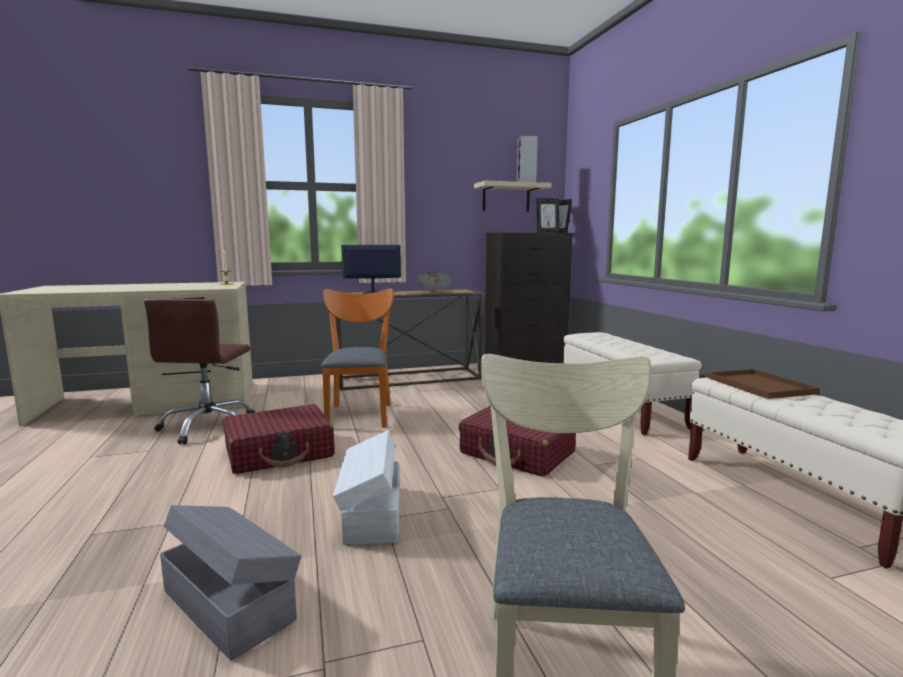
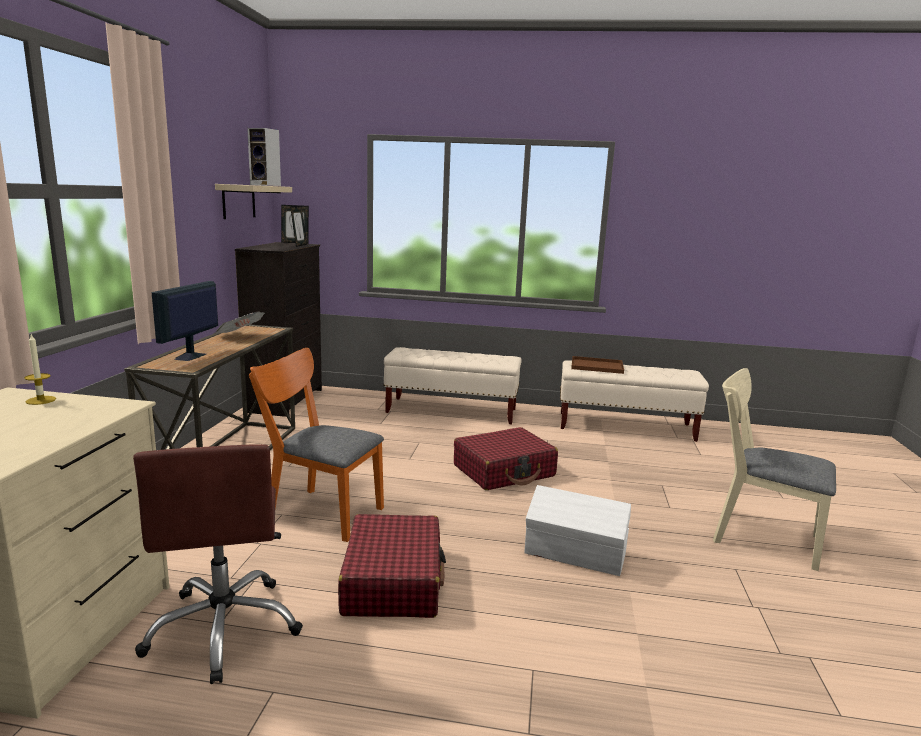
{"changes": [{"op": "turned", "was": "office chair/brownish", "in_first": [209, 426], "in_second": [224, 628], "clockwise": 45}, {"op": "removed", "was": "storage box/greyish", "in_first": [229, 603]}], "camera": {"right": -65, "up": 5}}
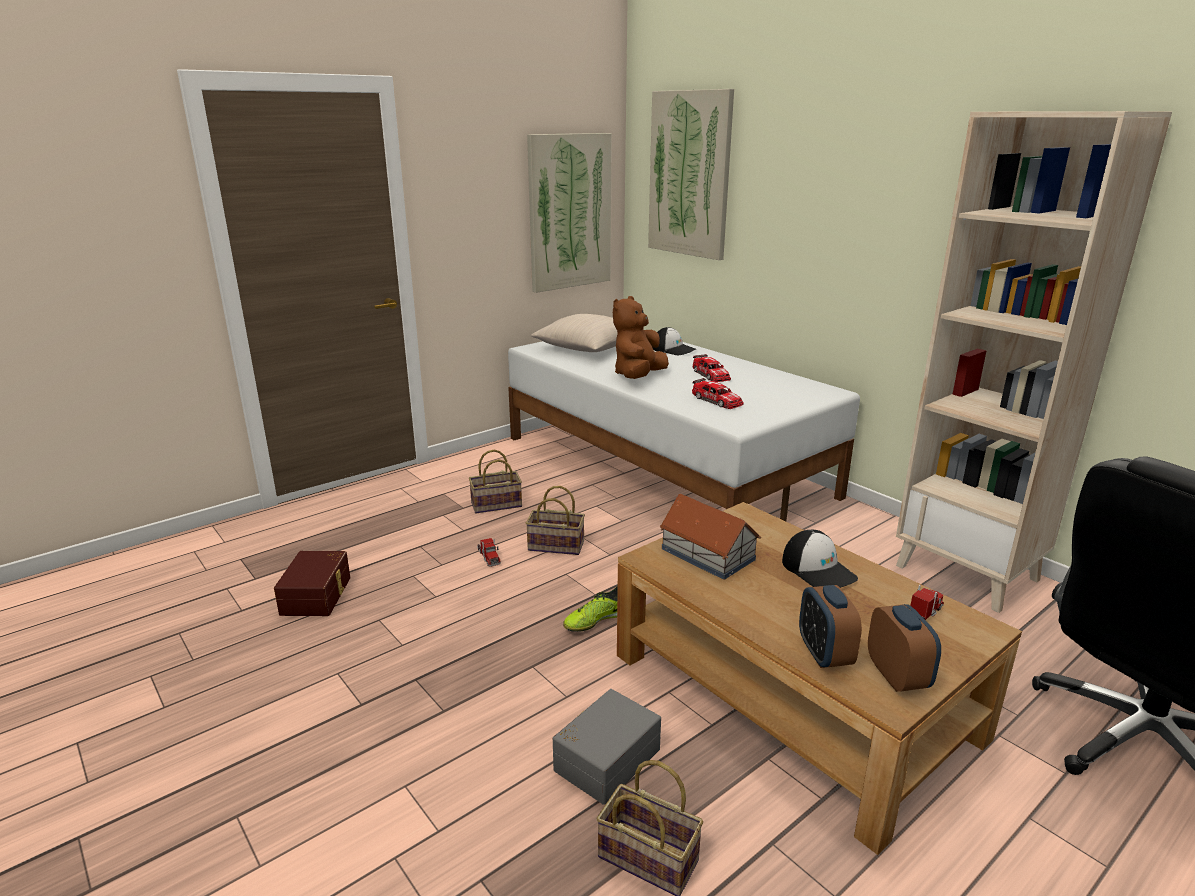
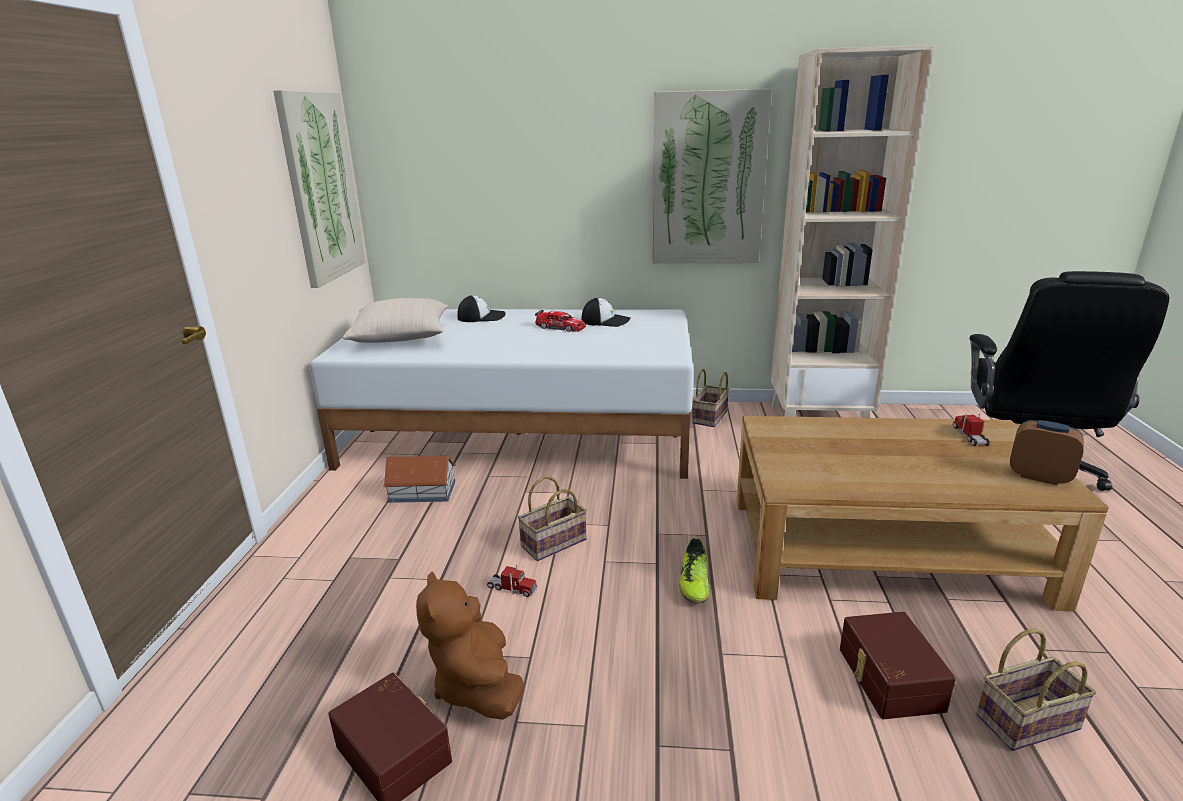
{"changes": [{"op": "moved", "was": "basket", "in_first": [495, 505], "in_second": [710, 418]}, {"op": "recoloured", "was": "storage box/greyish", "now": "storage box/brownish", "in_first": [605, 758], "in_second": [888, 679]}, {"op": "moved", "was": "soft toy/brownish", "in_first": [638, 376], "in_second": [476, 686]}, {"op": "moved", "was": "picture", "in_first": [689, 174], "in_second": [708, 180]}, {"op": "moved", "was": "toy house", "in_first": [707, 553], "in_second": [421, 491]}, {"op": "removed", "was": "model car", "in_first": [716, 400]}, {"op": "moved", "was": "cap", "in_first": [818, 570], "in_second": [606, 321]}, {"op": "removed", "was": "table clock", "in_first": [824, 654]}], "camera": {"right": -45, "up": 0}}
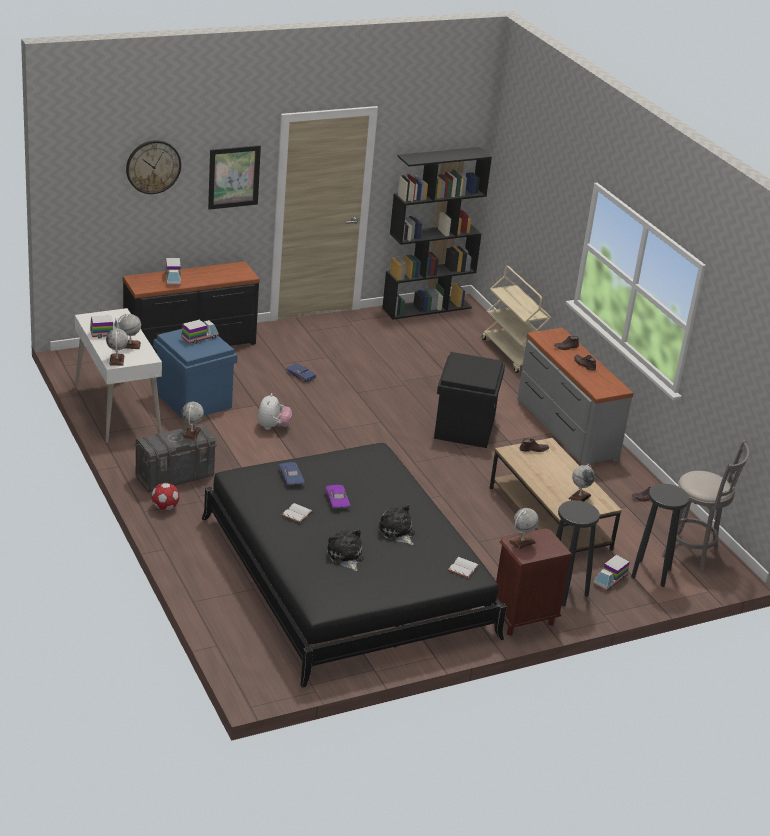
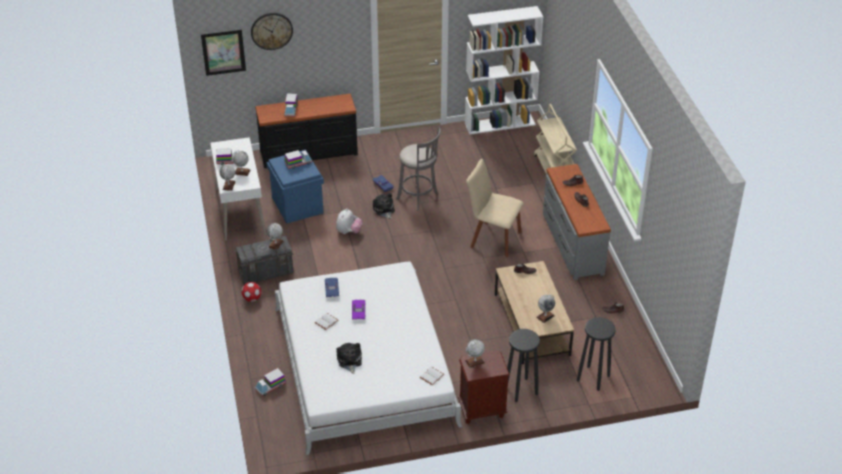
{"changes": [{"op": "recoloured", "was": "sleeping bed/black-coloured", "now": "sleeping bed/white-coloured", "in_first": [346, 576], "in_second": [364, 365]}, {"op": "moved", "was": "picture", "in_first": [234, 177], "in_second": [223, 52]}, {"op": "moved", "was": "soft toy", "in_first": [397, 532], "in_second": [384, 210]}, {"op": "recoloured", "was": "bookshelf/black-coloured", "now": "bookshelf/white-coloured", "in_first": [427, 308], "in_second": [500, 124]}, {"op": "replaced", "was": "storage box/black-coloured", "now": "chair/beige", "in_first": [464, 427], "in_second": [493, 238]}, {"op": "moved", "was": "toy lorry", "in_first": [609, 581], "in_second": [270, 387]}, {"op": "moved", "was": "stool seat/greyish", "in_first": [693, 553], "in_second": [419, 197]}], "camera": {"right": 15, "up": 10}}
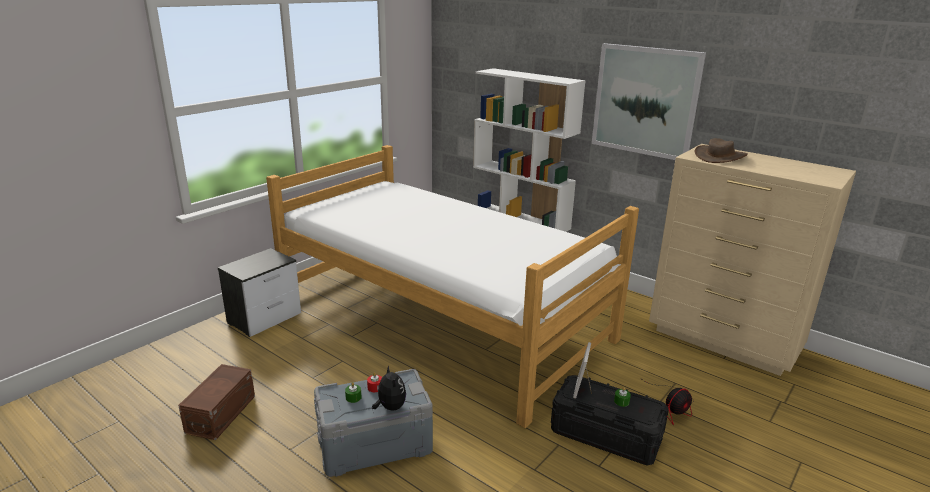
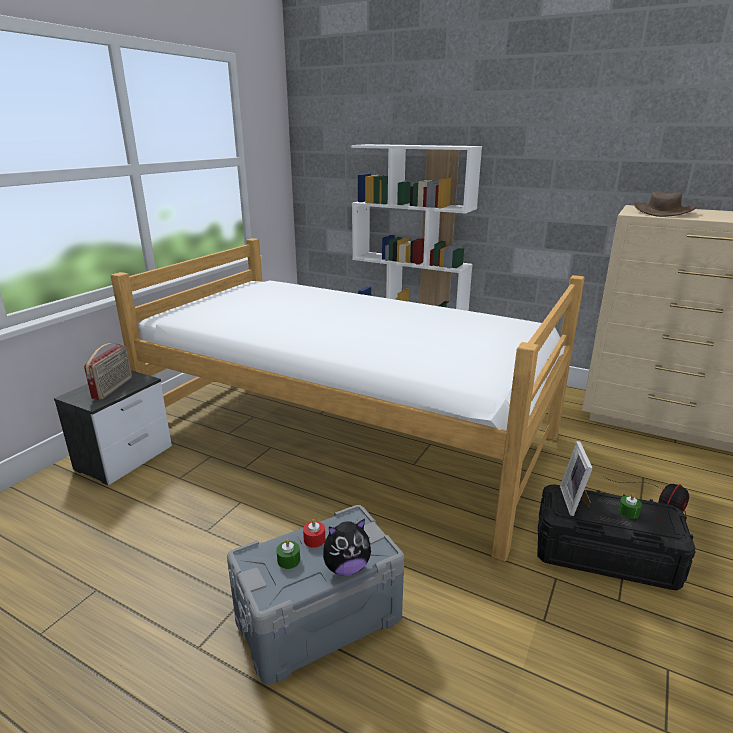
{"changes": [{"op": "removed", "was": "storage box/brownish", "in_first": [222, 413]}, {"op": "turned", "was": "soft toy", "in_first": [390, 407], "in_second": [346, 567], "clockwise": 105}, {"op": "removed", "was": "picture", "in_first": [645, 101]}, {"op": "added", "now": "radio", "in_second": [113, 388]}], "camera": {"right": -10, "up": 0}}
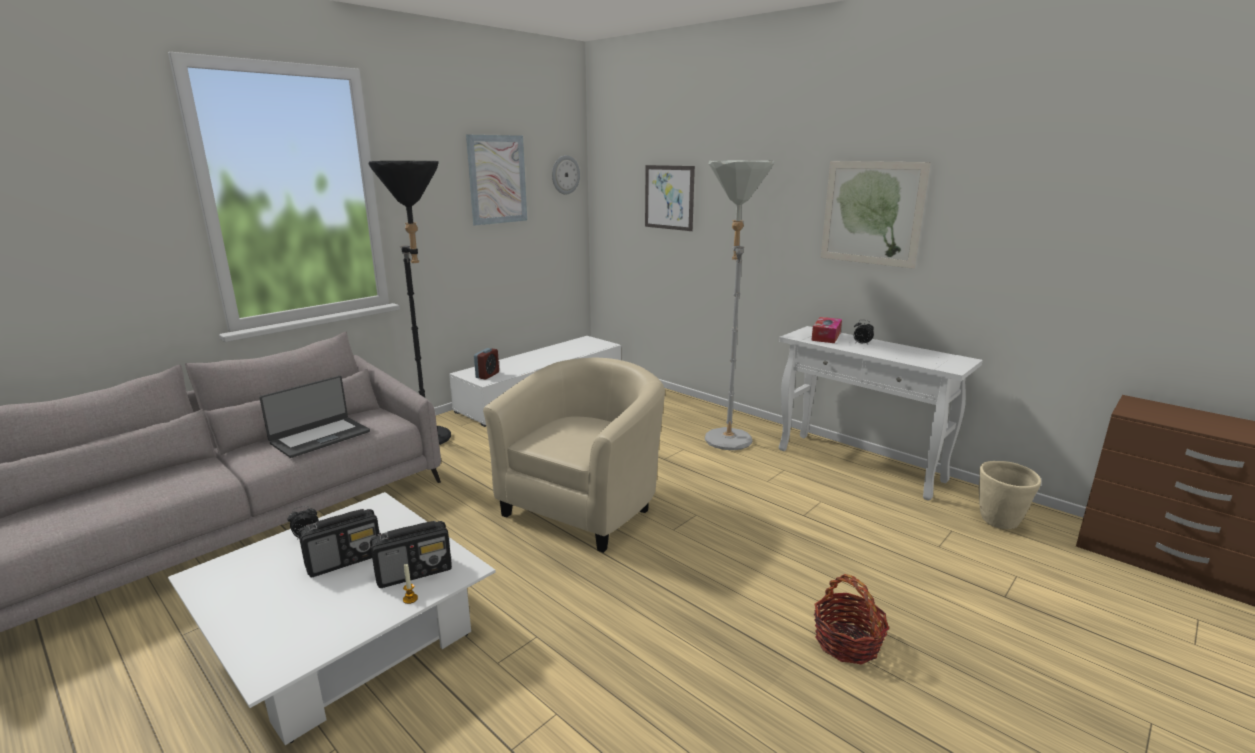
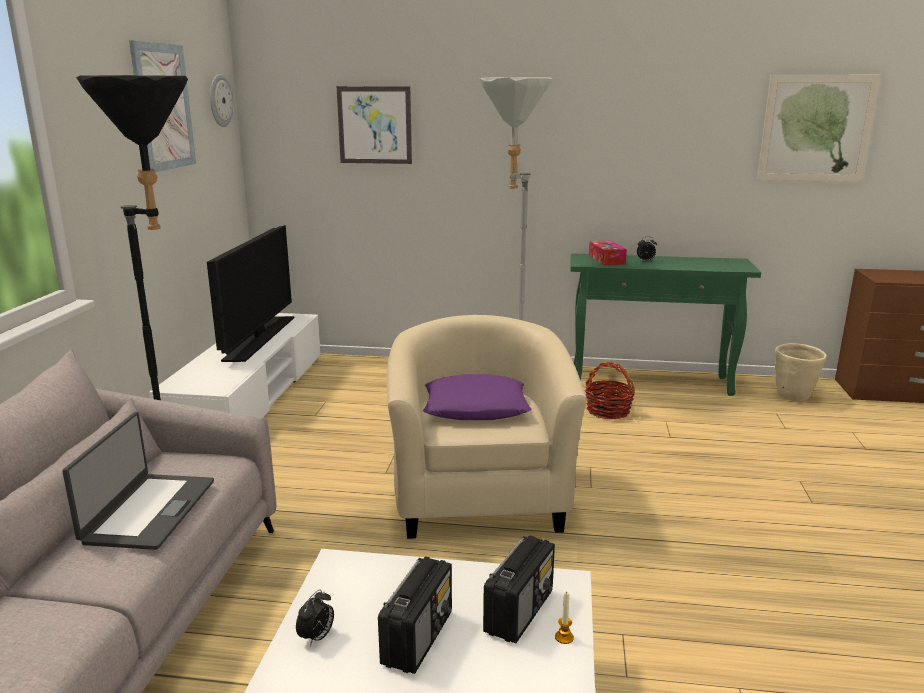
{"changes": [{"op": "removed", "was": "table clock", "in_first": [487, 375]}, {"op": "recoloured", "was": "hall table/white-coloured", "now": "hall table/green-coloured", "in_first": [860, 465], "in_second": [651, 382]}, {"op": "moved", "was": "basket", "in_first": [847, 642], "in_second": [608, 411]}, {"op": "moved", "was": "picture", "in_first": [872, 213], "in_second": [816, 129]}, {"op": "added", "now": "TV set", "in_second": [259, 338]}, {"op": "added", "now": "cushion/purple", "in_second": [475, 408]}], "camera": {"right": -35, "up": 0}}
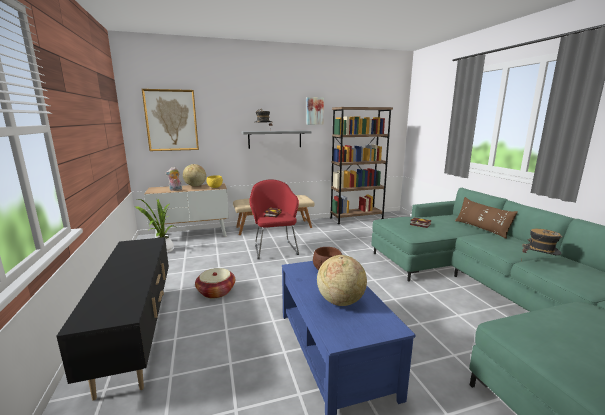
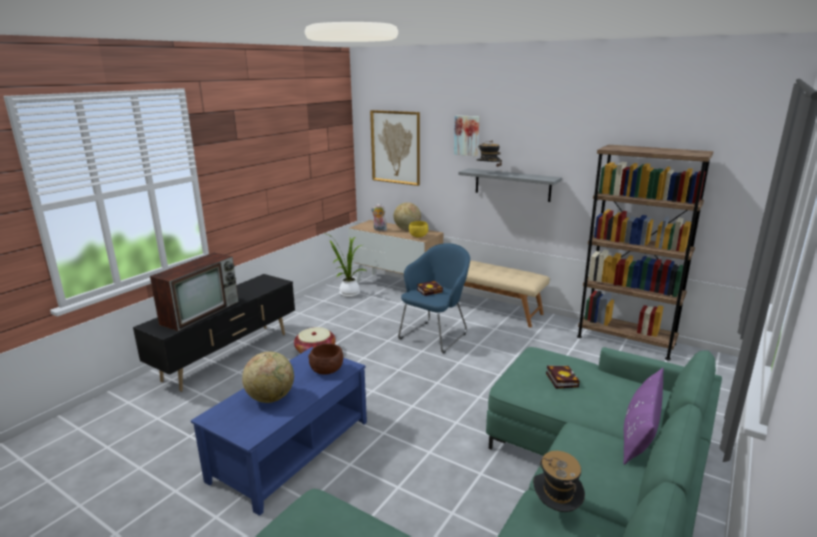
{"changes": [{"op": "recoloured", "was": "armchair/reddish", "now": "armchair/bluish", "in_first": [275, 249], "in_second": [435, 335]}, {"op": "moved", "was": "picture", "in_first": [314, 111], "in_second": [467, 135]}, {"op": "recoloured", "was": "cushion/brownish", "now": "cushion/purple", "in_first": [481, 229], "in_second": [639, 433]}, {"op": "added", "now": "TV set", "in_second": [201, 312]}], "camera": {"right": 50, "up": 5}}
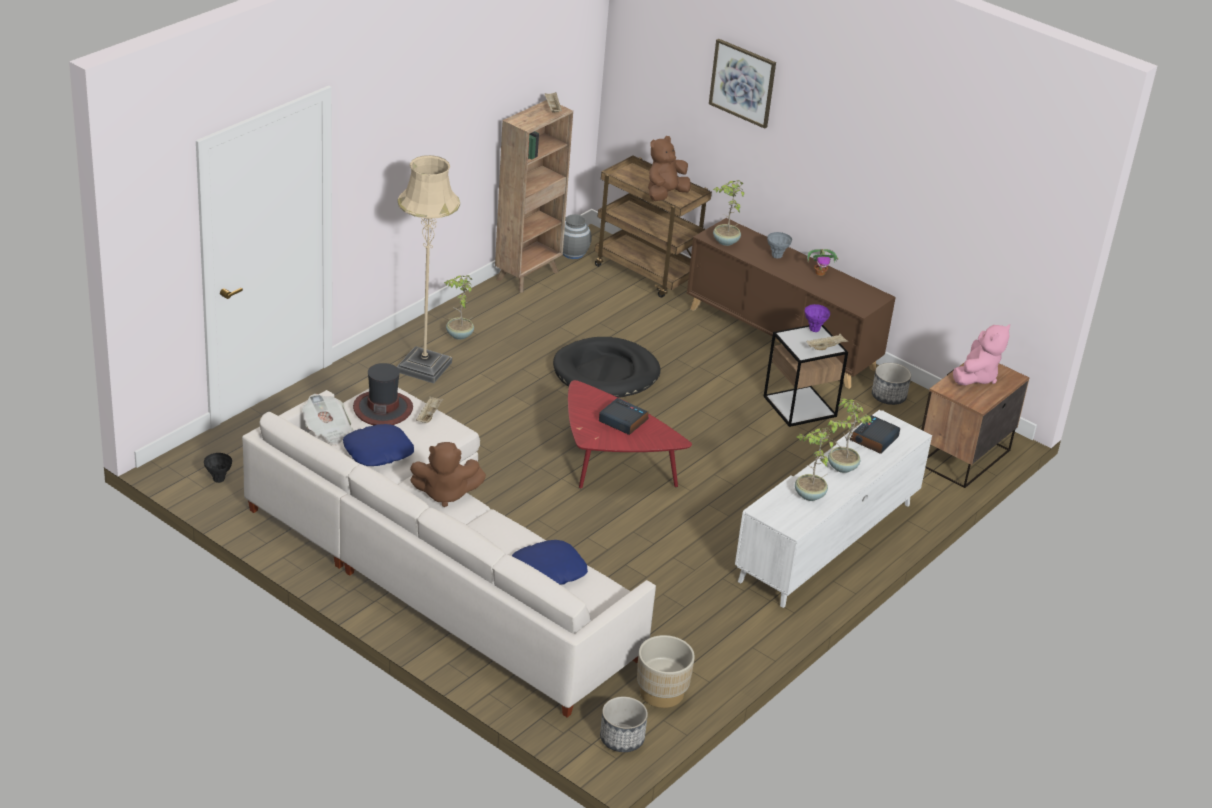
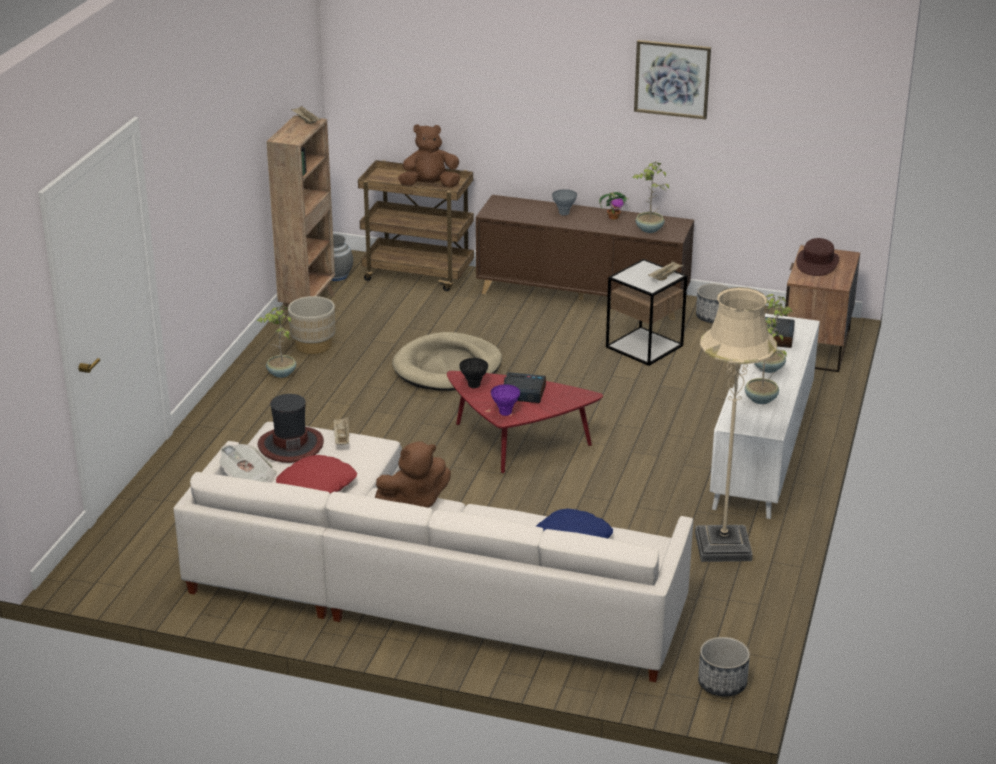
{"changes": [{"op": "moved", "was": "flower vase/black-coloured", "in_first": [218, 479], "in_second": [474, 386]}, {"op": "recoloured", "was": "cushion/bluish", "now": "cushion/reddish", "in_first": [378, 451], "in_second": [316, 484]}, {"op": "moved", "was": "standing lamp/beige", "in_first": [424, 367], "in_second": [723, 546]}, {"op": "recoloured", "was": "pet bed/black-coloured", "now": "pet bed/beige", "in_first": [606, 373], "in_second": [447, 367]}, {"op": "moved", "was": "flower pot/beige", "in_first": [661, 692], "in_second": [313, 345]}, {"op": "turned", "was": "soft toy/brownish", "in_first": [665, 195], "in_second": [429, 186], "clockwise": 60}, {"op": "moved", "was": "picture", "in_first": [743, 83], "in_second": [672, 79]}, {"op": "moved", "was": "potted plant", "in_first": [725, 242], "in_second": [649, 229]}, {"op": "moved", "was": "flower vase/purple", "in_first": [814, 329], "in_second": [505, 413]}, {"op": "replaced", "was": "soft toy/pink-coloured", "now": "wearable hat/brownish", "in_first": [976, 376], "in_second": [817, 263]}], "camera": {"right": -20, "up": -5}}
